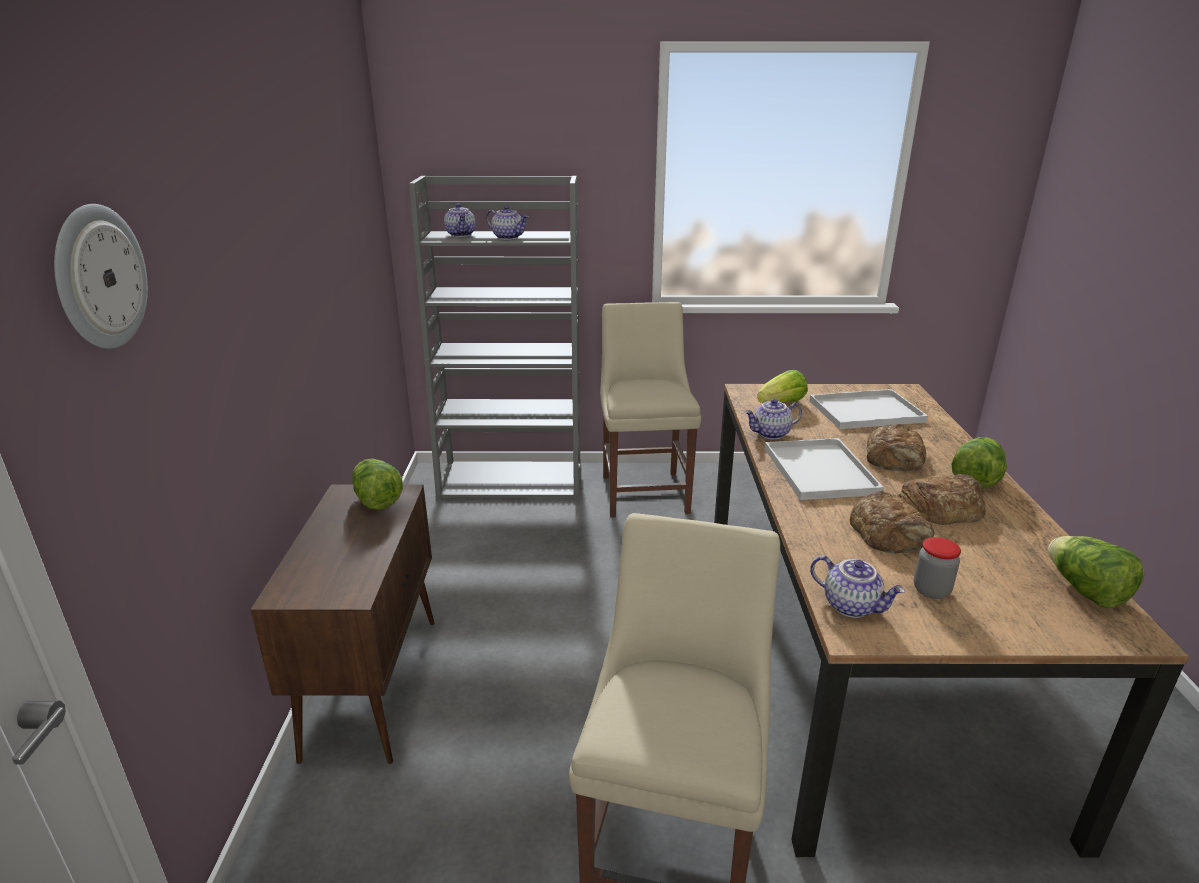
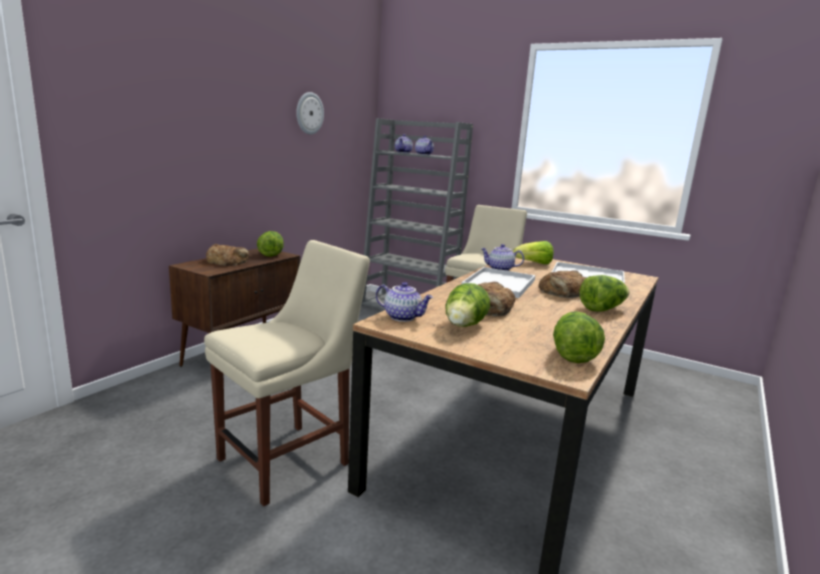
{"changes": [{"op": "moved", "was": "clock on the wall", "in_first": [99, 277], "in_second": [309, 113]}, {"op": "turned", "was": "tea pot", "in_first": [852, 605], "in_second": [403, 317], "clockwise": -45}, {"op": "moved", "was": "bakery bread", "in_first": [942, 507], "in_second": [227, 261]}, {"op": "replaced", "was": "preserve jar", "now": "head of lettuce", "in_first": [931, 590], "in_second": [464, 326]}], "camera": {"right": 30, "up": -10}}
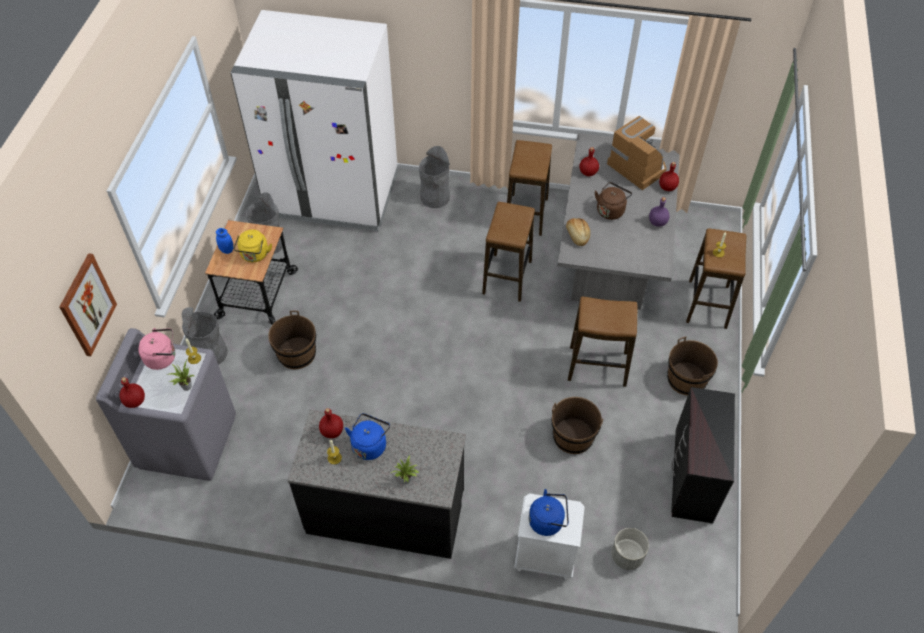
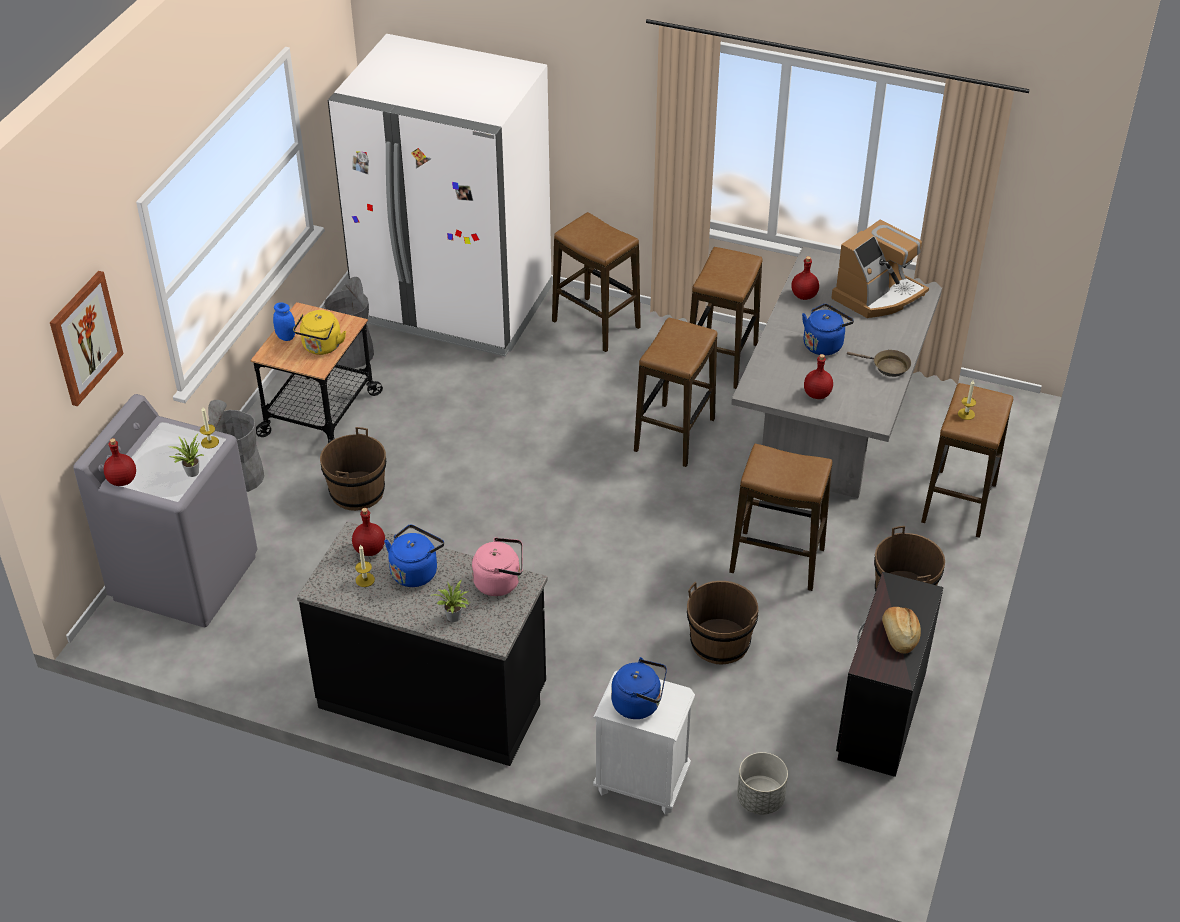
{"changes": [{"op": "moved", "was": "tea kettle/pink-coloured", "in_first": [163, 357], "in_second": [500, 582]}, {"op": "replaced", "was": "trash can/greyish", "now": "stool seat", "in_first": [435, 197], "in_second": [596, 324]}, {"op": "moved", "was": "bakery bread", "in_first": [577, 235], "in_second": [899, 636]}, {"op": "recoloured", "was": "tea kettle/brownish", "now": "tea kettle/bluish", "in_first": [611, 210], "in_second": [824, 344]}, {"op": "turned", "was": "coffee brewer", "in_first": [638, 166], "in_second": [878, 295], "clockwise": 75}, {"op": "replaced", "was": "drink bottle/purple", "now": "skillet/brownish", "in_first": [658, 222], "in_second": [887, 367]}, {"op": "moved", "was": "drink bottle/reddish", "in_first": [667, 187], "in_second": [817, 394]}], "camera": {"right": 10, "up": -10}}
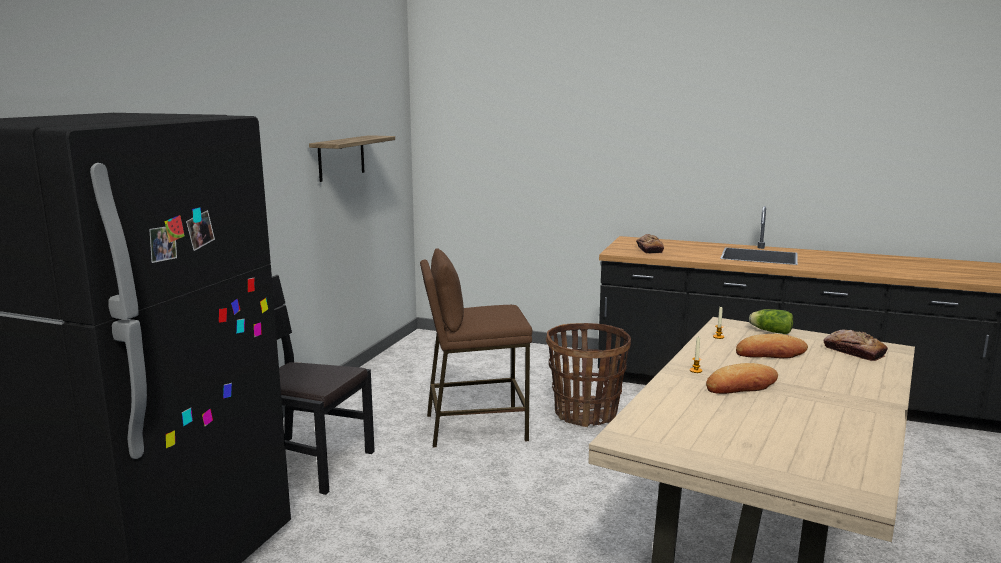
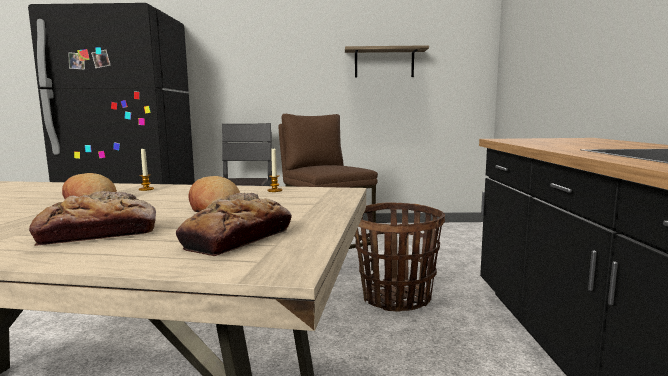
{"changes": [{"op": "moved", "was": "bakery bread", "in_first": [649, 249], "in_second": [99, 234]}, {"op": "removed", "was": "head of lettuce", "in_first": [769, 331]}], "camera": {"right": 70, "up": -5}}
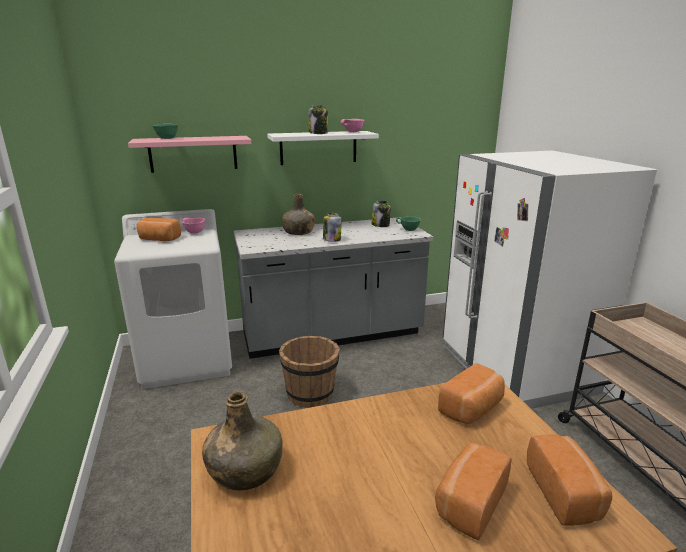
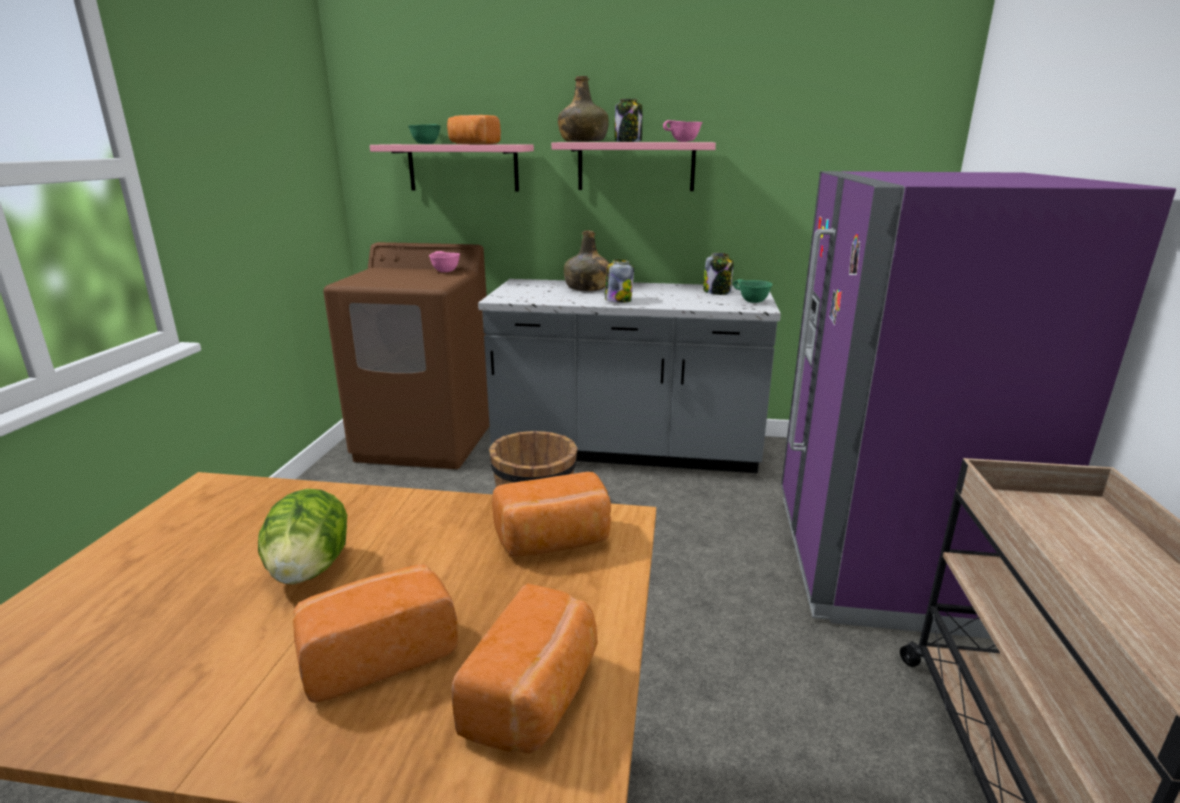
{"changes": [{"op": "recoloured", "was": "laundry machine/white-coloured", "now": "laundry machine/brownish", "in_first": [188, 359], "in_second": [427, 441]}, {"op": "moved", "was": "bakery bread", "in_first": [159, 239], "in_second": [472, 144]}, {"op": "moved", "was": "drink bottle/green-coloured", "in_first": [245, 470], "in_second": [583, 141]}, {"op": "recoloured", "was": "shelf/white-coloured", "now": "shelf/pink-coloured", "in_first": [318, 148], "in_second": [636, 166]}, {"op": "recoloured", "was": "kitchen fridge/white-coloured", "now": "kitchen fridge/purple", "in_first": [515, 369], "in_second": [884, 560]}, {"op": "added", "now": "head of lettuce", "in_second": [309, 570]}], "camera": {"right": 25, "up": 0}}
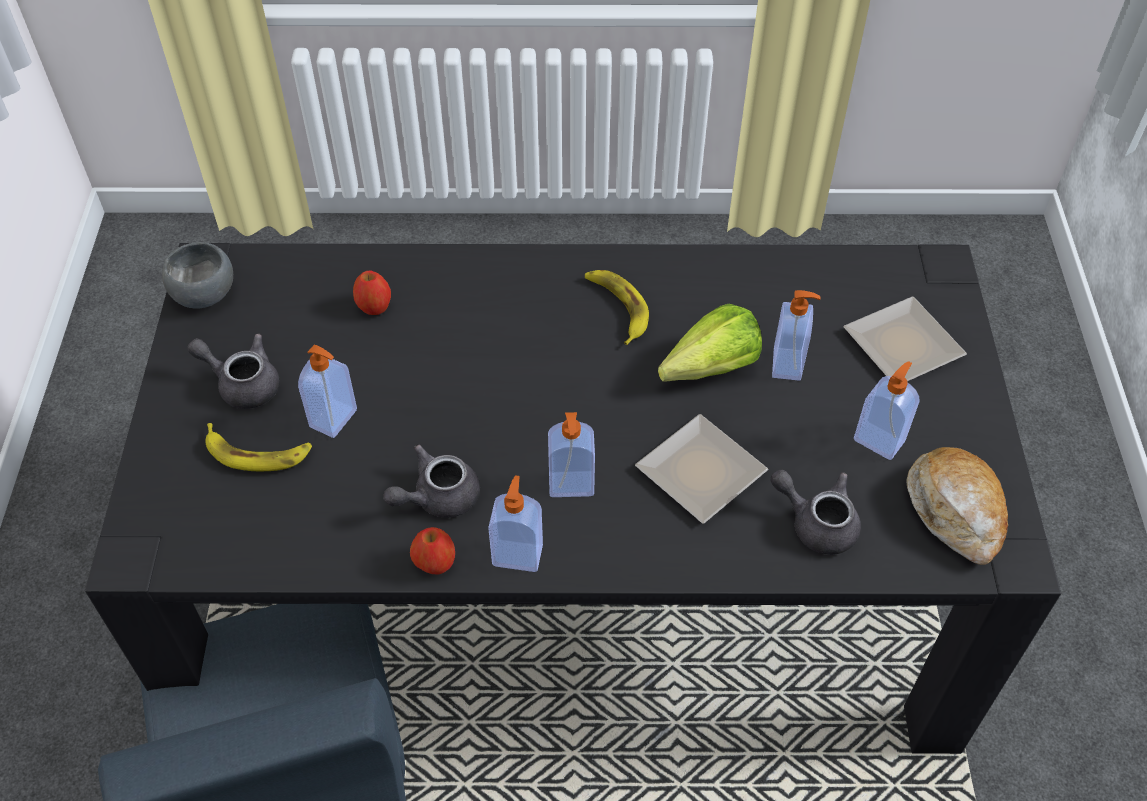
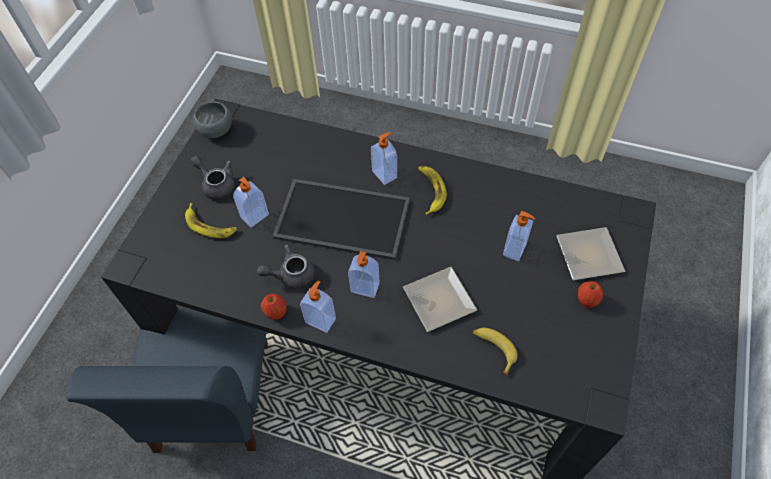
{"changes": [{"op": "moved", "was": "whole apple", "in_first": [374, 307], "in_second": [586, 300]}, {"op": "removed", "was": "head of lettuce", "in_first": [702, 371]}, {"op": "replaced", "was": "tea pot/greyish", "now": "whole banana", "in_first": [816, 522], "in_second": [493, 349]}, {"op": "moved", "was": "soap dispenser", "in_first": [879, 440], "in_second": [385, 174]}, {"op": "removed", "was": "bakery bread", "in_first": [955, 512]}, {"op": "added", "now": "carrying tray", "in_second": [344, 217]}], "camera": {"right": 20, "up": 5}}
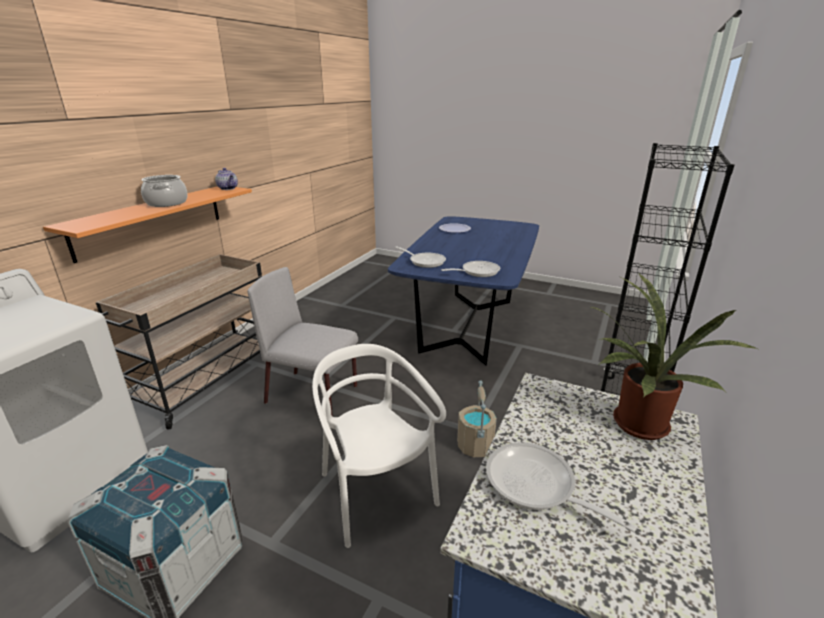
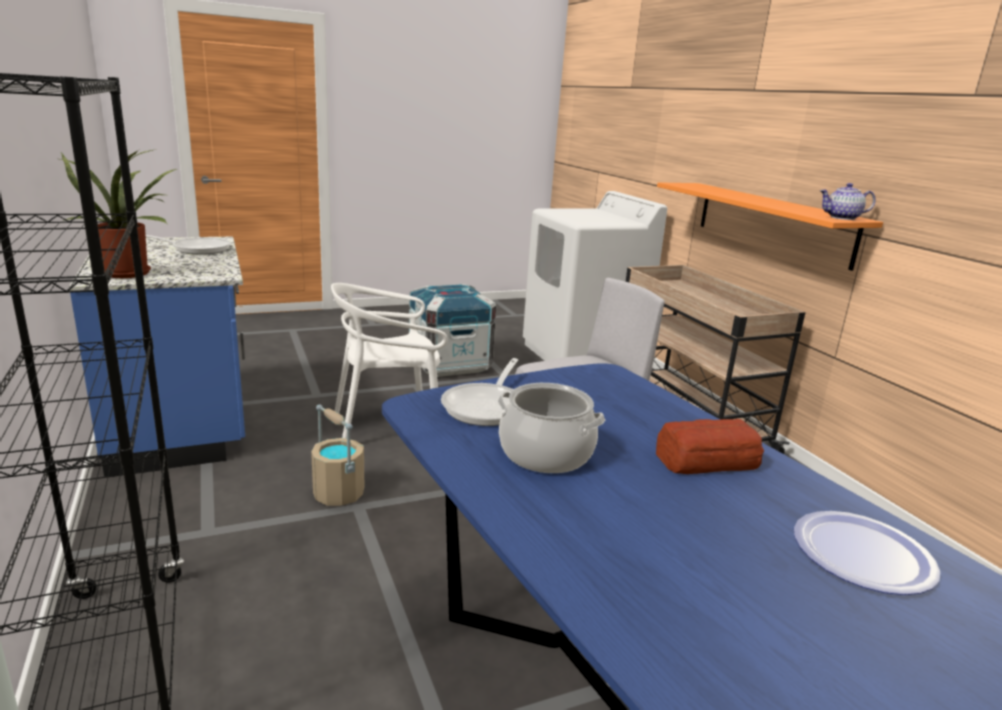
{"changes": [{"op": "moved", "was": "cooking pot", "in_first": [166, 203], "in_second": [546, 453]}, {"op": "turned", "was": "chair/white-coloured", "in_first": [375, 492], "in_second": [388, 425], "clockwise": 150}, {"op": "removed", "was": "skillet", "in_first": [425, 261]}, {"op": "added", "now": "bakery bread", "in_second": [705, 460]}], "camera": {"right": 130, "up": -5}}
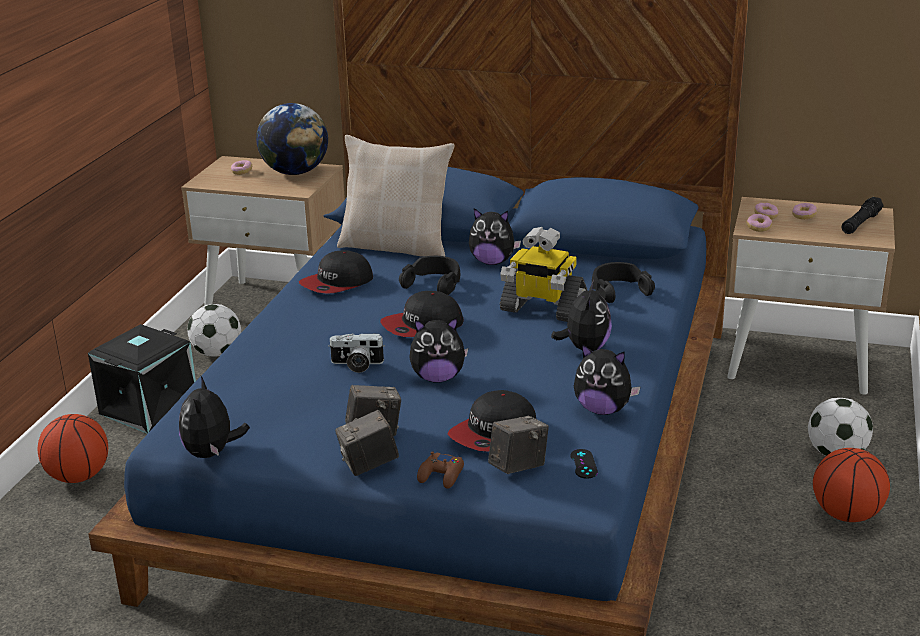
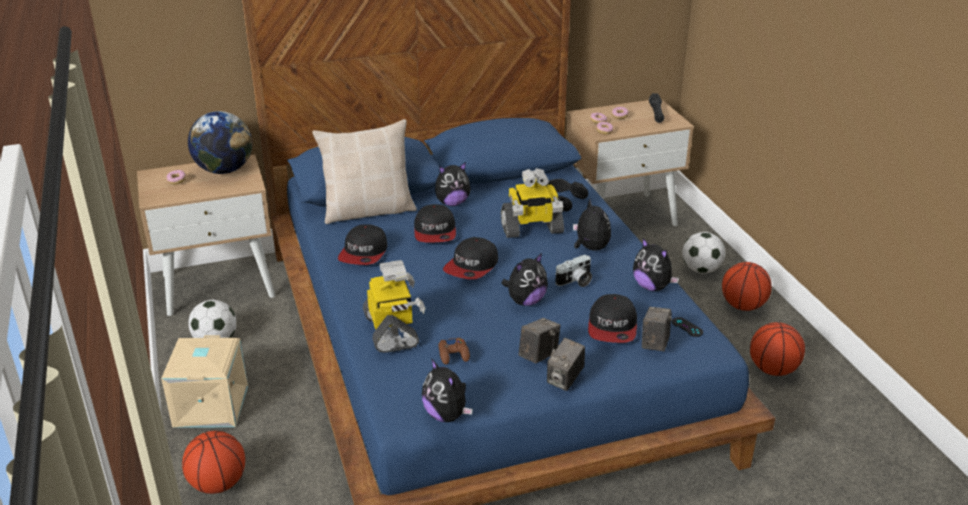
{"changes": [{"op": "recoloured", "was": "storage box/black-coloured", "now": "storage box/beige", "in_first": [148, 407], "in_second": [209, 406]}, {"op": "moved", "was": "still camera", "in_first": [356, 365], "in_second": [575, 282]}, {"op": "replaced", "was": "pair of headphones/black-coloured", "now": "cap", "in_first": [433, 283], "in_second": [435, 232]}, {"op": "moved", "was": "joypad/brownish", "in_first": [441, 475], "in_second": [454, 354]}, {"op": "turned", "was": "soft toy", "in_first": [603, 409], "in_second": [652, 287], "clockwise": 60}, {"op": "added", "now": "robot figure", "in_second": [392, 331]}, {"op": "added", "now": "basketball", "in_second": [773, 370]}], "camera": {"right": -35, "up": 5}}
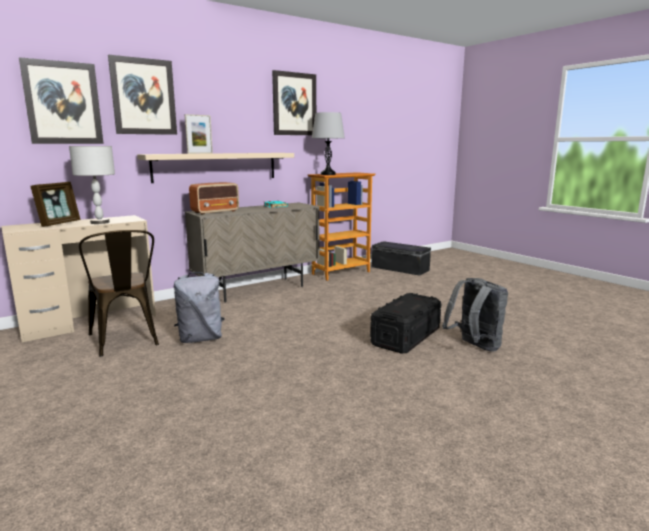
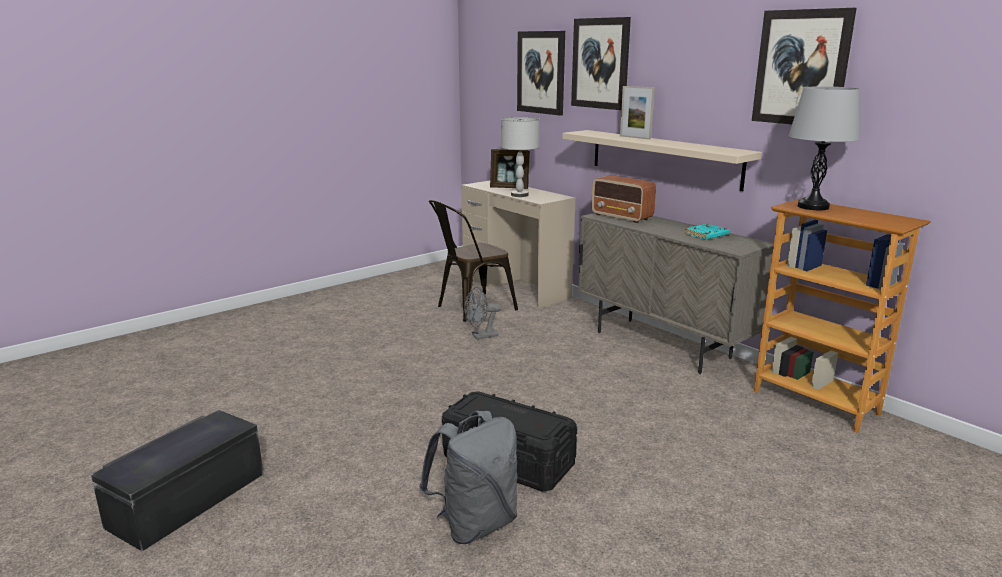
{"changes": [{"op": "replaced", "was": "knapsack/greyish", "now": "fan/greyish", "in_first": [201, 338], "in_second": [481, 336]}, {"op": "moved", "was": "storage box/black-coloured", "in_first": [399, 269], "in_second": [186, 499]}], "camera": {"right": 85, "up": 5}}
